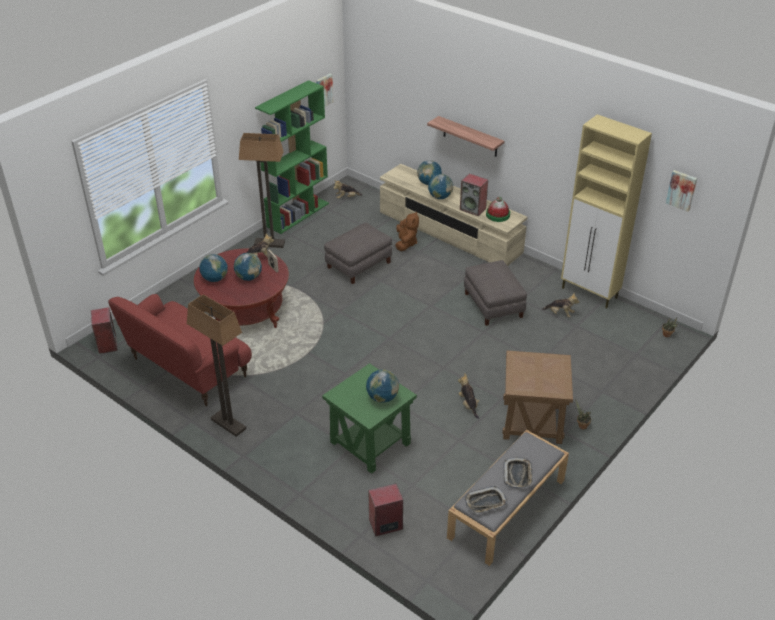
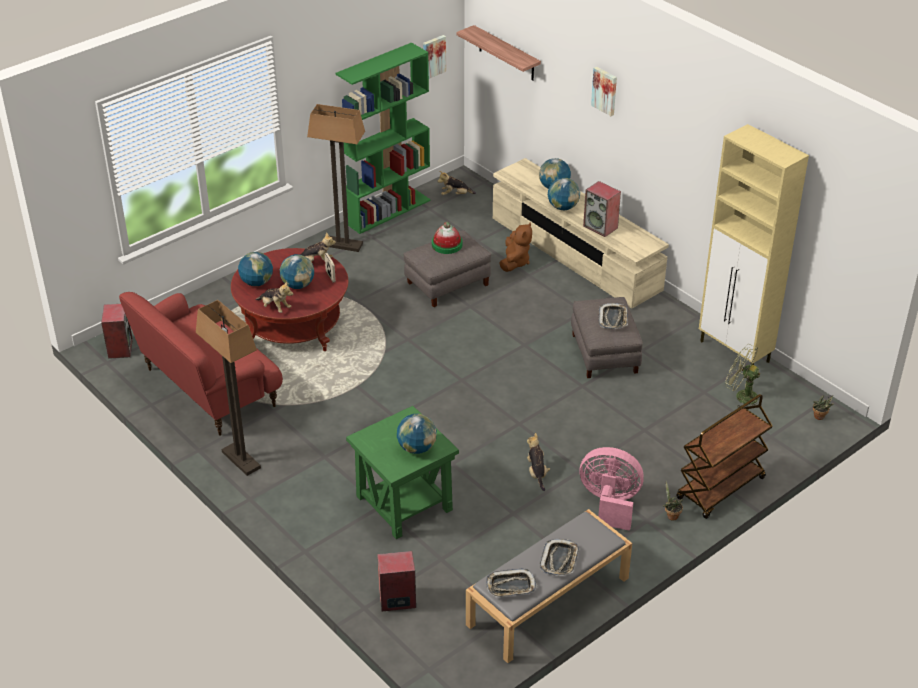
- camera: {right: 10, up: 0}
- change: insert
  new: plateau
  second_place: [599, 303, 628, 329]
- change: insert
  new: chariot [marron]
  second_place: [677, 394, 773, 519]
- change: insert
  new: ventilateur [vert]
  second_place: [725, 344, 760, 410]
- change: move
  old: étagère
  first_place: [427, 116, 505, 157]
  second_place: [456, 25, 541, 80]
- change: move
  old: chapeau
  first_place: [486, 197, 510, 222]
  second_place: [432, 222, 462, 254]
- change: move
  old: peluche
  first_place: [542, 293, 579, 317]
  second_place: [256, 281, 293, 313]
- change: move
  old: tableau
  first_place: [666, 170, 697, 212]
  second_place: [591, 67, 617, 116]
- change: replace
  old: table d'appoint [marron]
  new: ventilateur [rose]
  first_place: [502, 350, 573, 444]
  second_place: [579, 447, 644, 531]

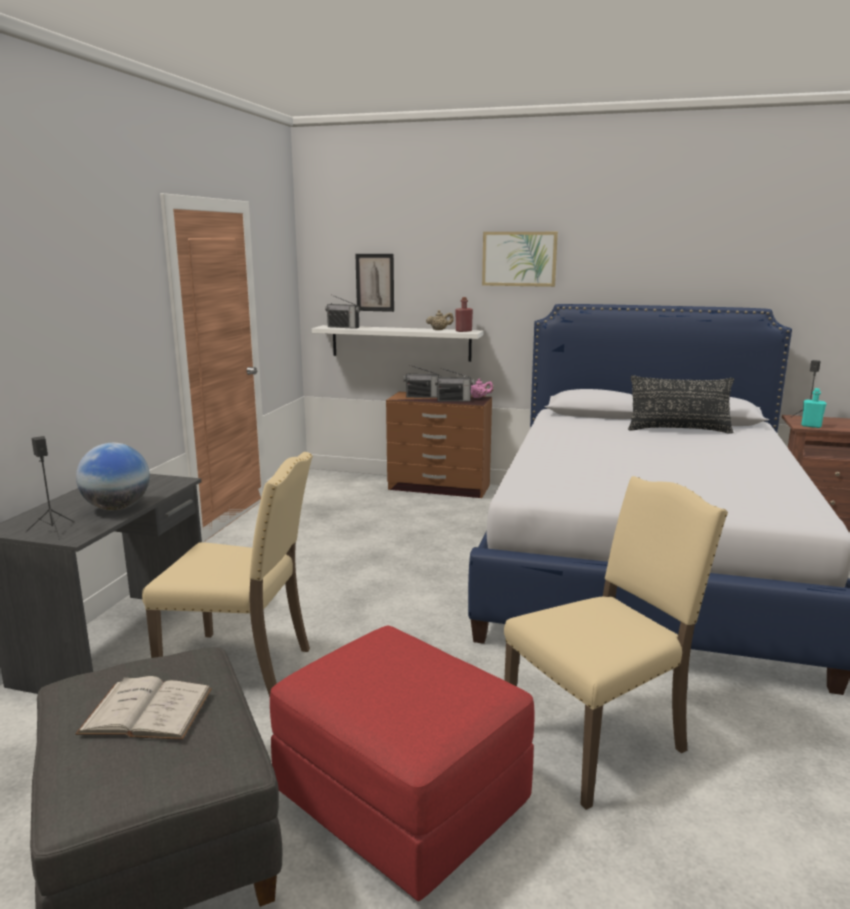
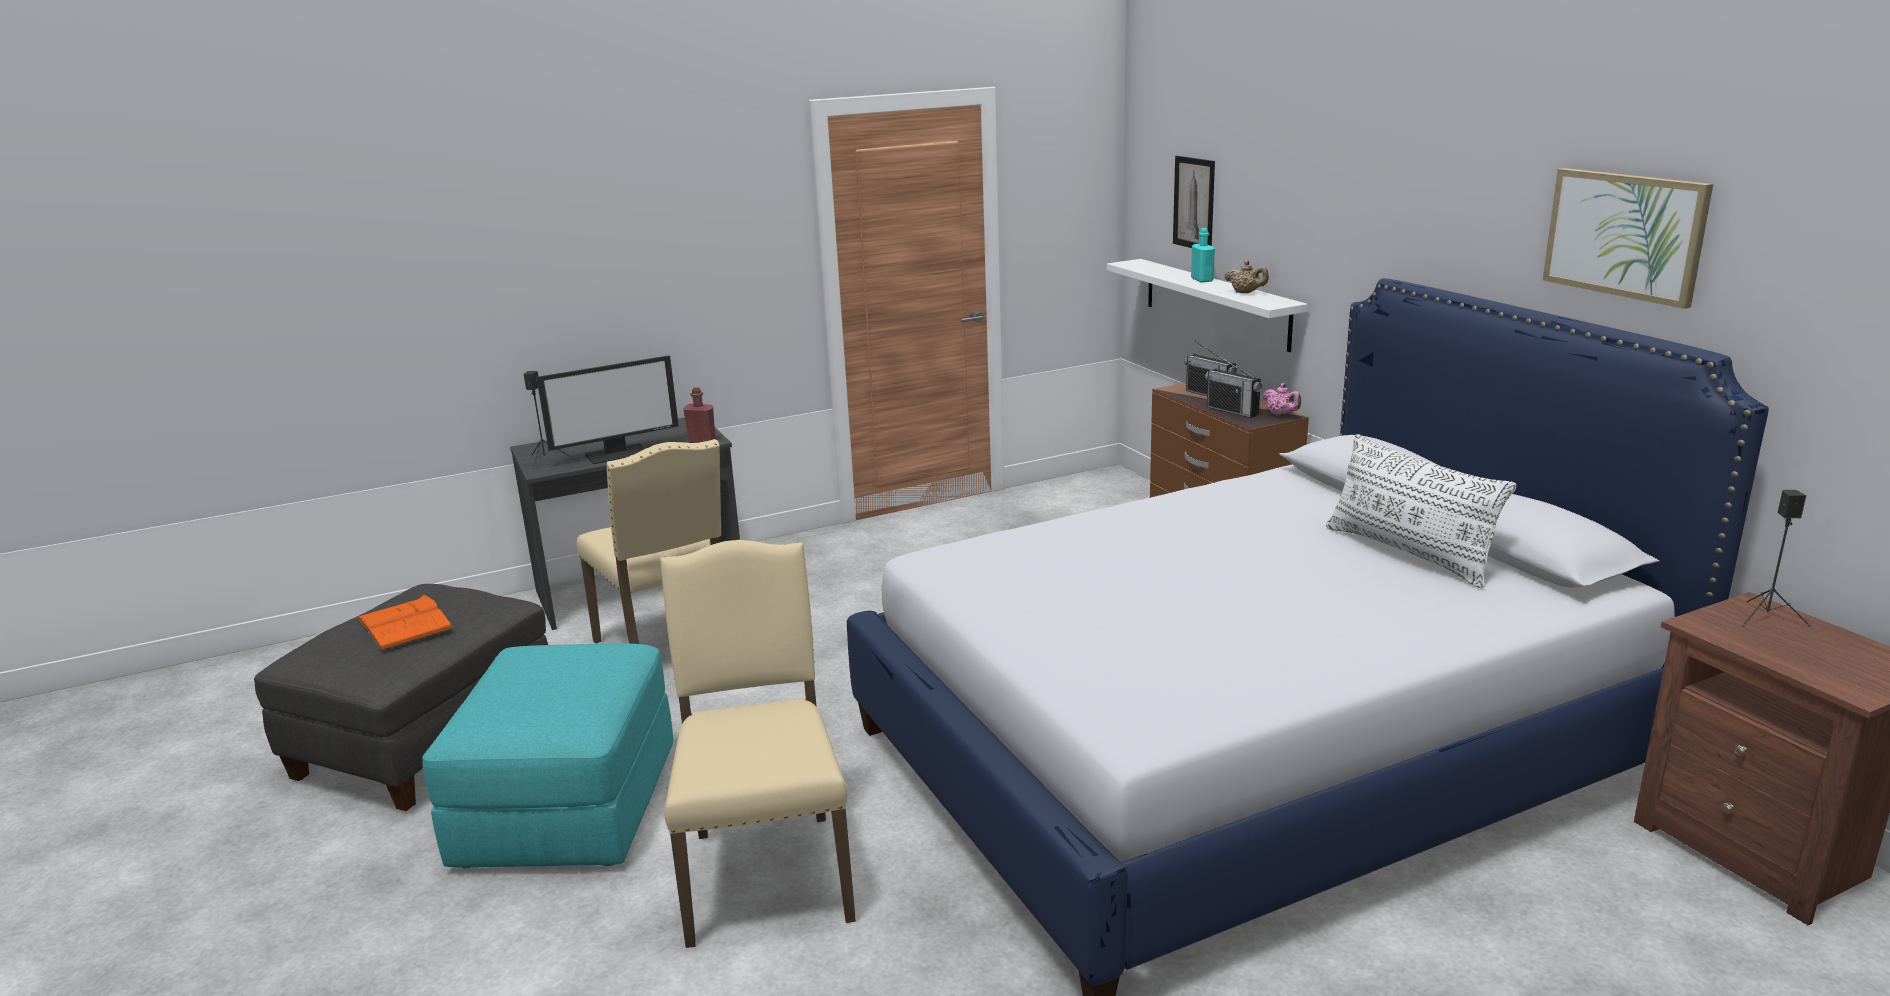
- camera: {right: 50, up: 5}
- change: delete
  old: radio
  first_place: [325, 295, 360, 329]
- change: move
  old: bouteille [rouge]
  first_place: [455, 297, 473, 332]
  second_place: [683, 387, 716, 443]
- change: move
  old: tableau
  first_place: [482, 232, 558, 287]
  second_place: [1543, 168, 1713, 309]
- change: move
  old: bouteille [turquoise]
  first_place: [801, 388, 826, 428]
  second_place: [1191, 228, 1215, 283]
- change: replace
  old: globe
  new: écran d'ordinateur
  first_place: [76, 443, 150, 510]
  second_place: [536, 355, 679, 464]
- change: recolor
  old: livre [blanc]
  new: livre [orange]
  first_place: [75, 676, 212, 740]
  second_place: [357, 594, 454, 651]
- change: recolor
  old: pouf [rouge]
  new: pouf [turquoise]
  first_place: [270, 626, 534, 902]
  second_place: [422, 644, 673, 868]
- change: recolor
  old: coussin [noir]
  new: coussin [blanc]
  first_place: [628, 375, 734, 434]
  second_place: [1326, 434, 1517, 588]
- change: rotate
  old: chaise [beige]
  first_place: [504, 476, 728, 810]
  second_place: [660, 540, 856, 948]
  degrees: -120

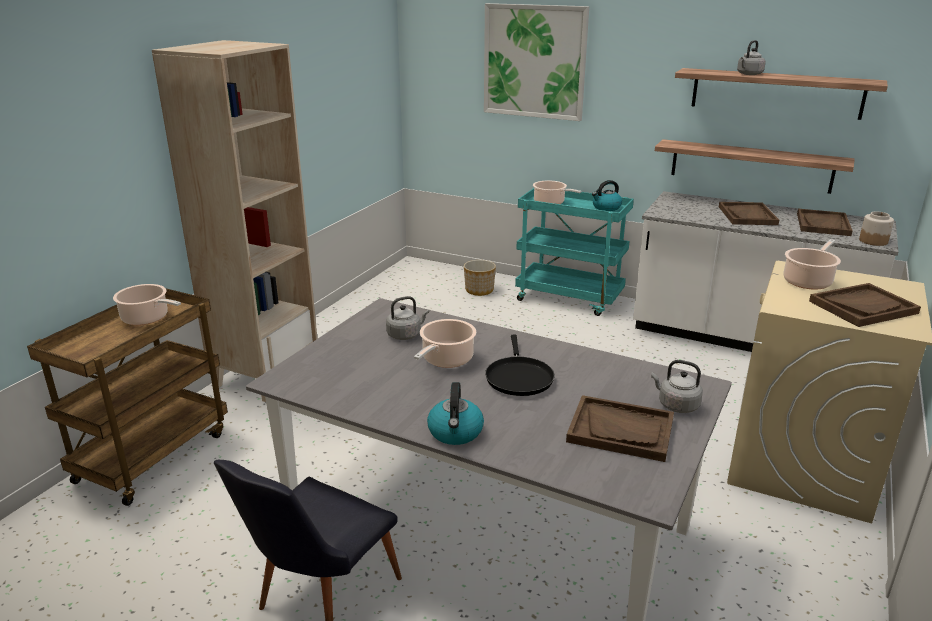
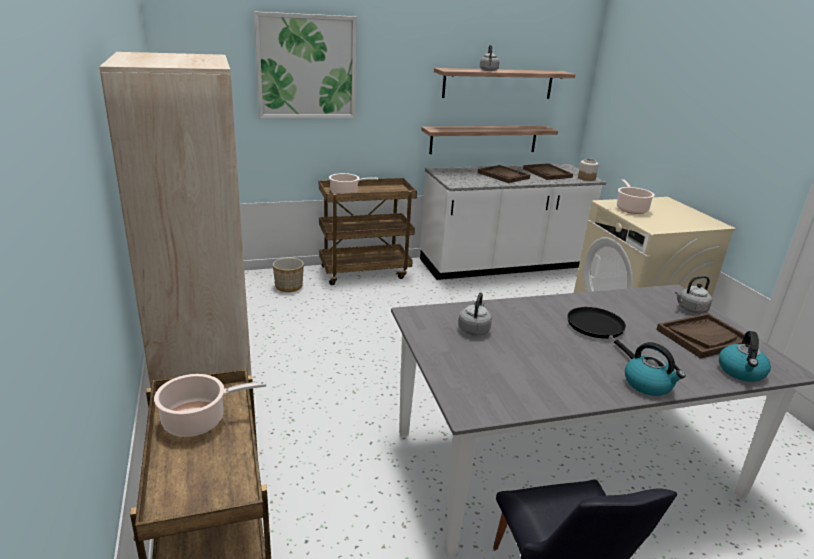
- camera: {right: -45, up: 0}
- change: delete
  old: marmite
  first_place: [414, 319, 476, 368]
- change: delete
  old: plateau [marron]
  first_place: [809, 283, 921, 327]
- change: move
  old: bouilloire
  first_place: [592, 180, 622, 211]
  second_place: [719, 331, 771, 382]
- change: recolor
  old: chariot [turquoise]
  new: chariot [marron]
  first_place: [515, 188, 634, 316]
  second_place: [319, 178, 417, 285]
- change: rotate
  old: poêle [noir]
  first_place: [485, 335, 555, 396]
  second_place: [567, 307, 635, 359]
  degrees: -150

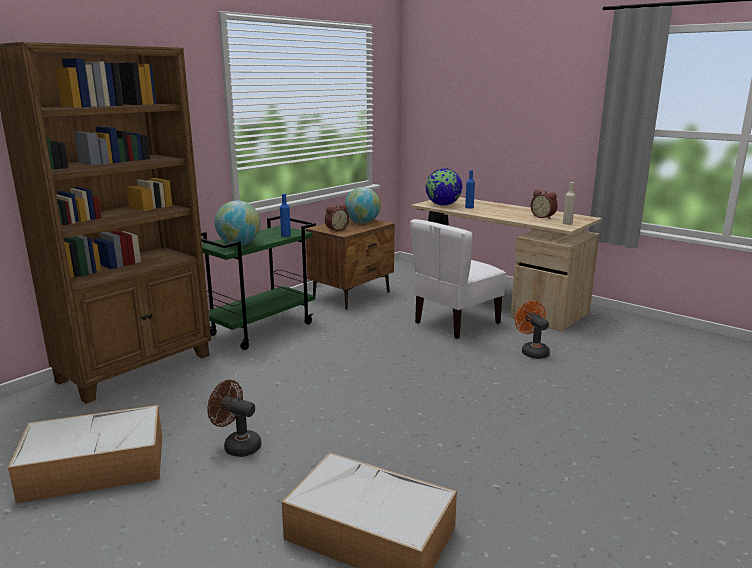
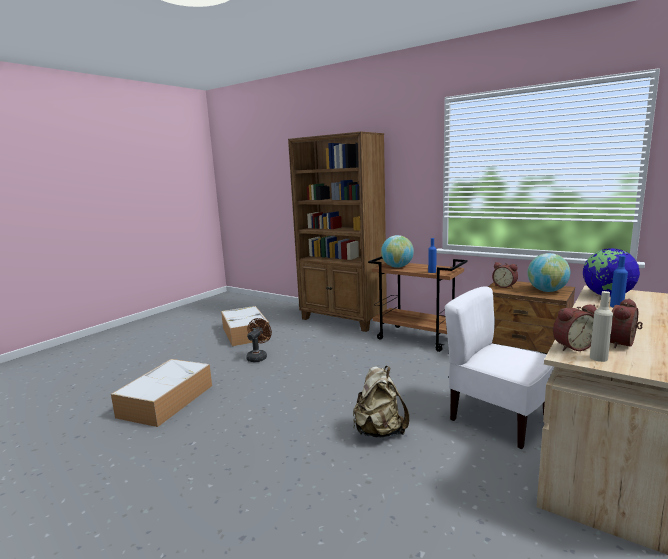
- camera: {right: 85, up: -5}
- change: delete
  old: ventilateur [orange]
  first_place: [515, 301, 550, 359]
- change: insert
  new: sac à dos [beige]
  second_place: [353, 366, 409, 437]
- change: insert
  new: réveil
  second_place: [553, 305, 597, 351]
- change: recolor
  old: chariot [vert]
  new: chariot [marron]
  first_place: [201, 216, 316, 350]
  second_place: [368, 256, 468, 352]

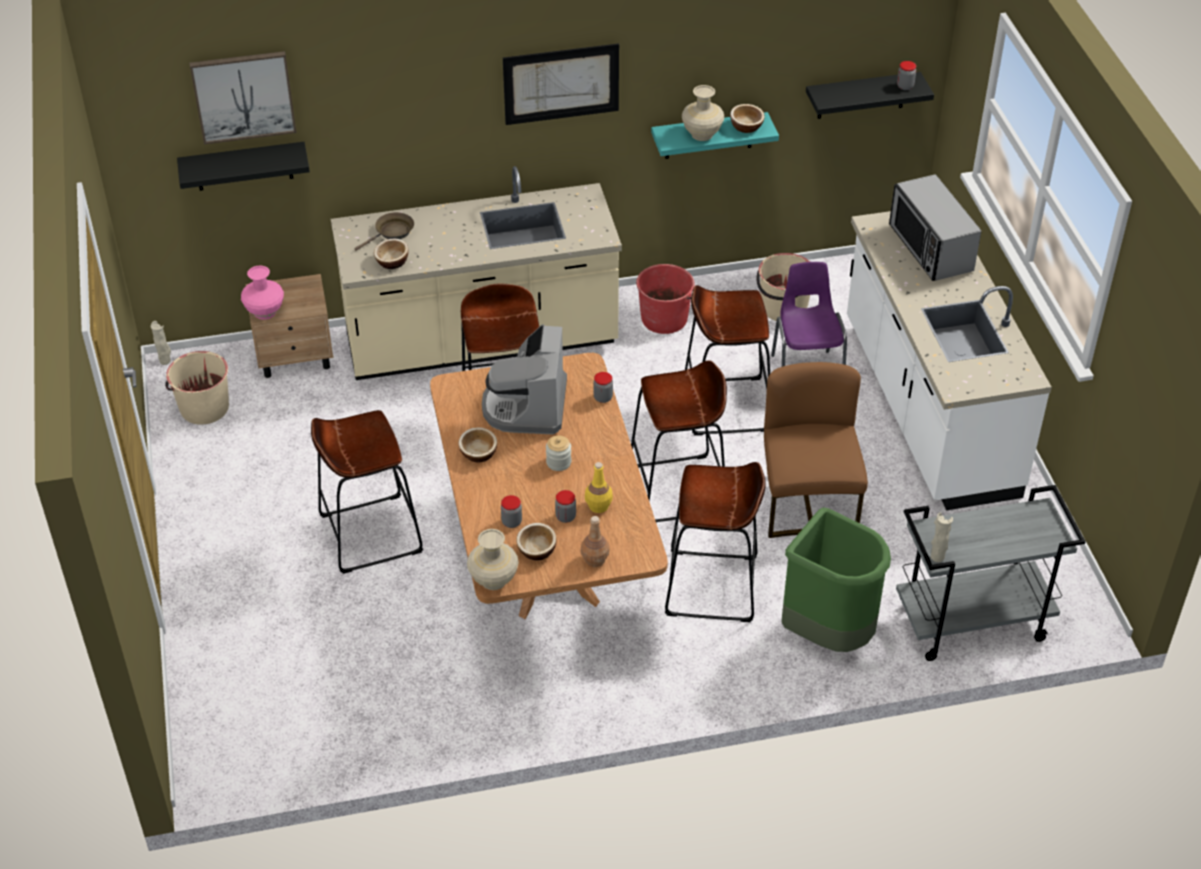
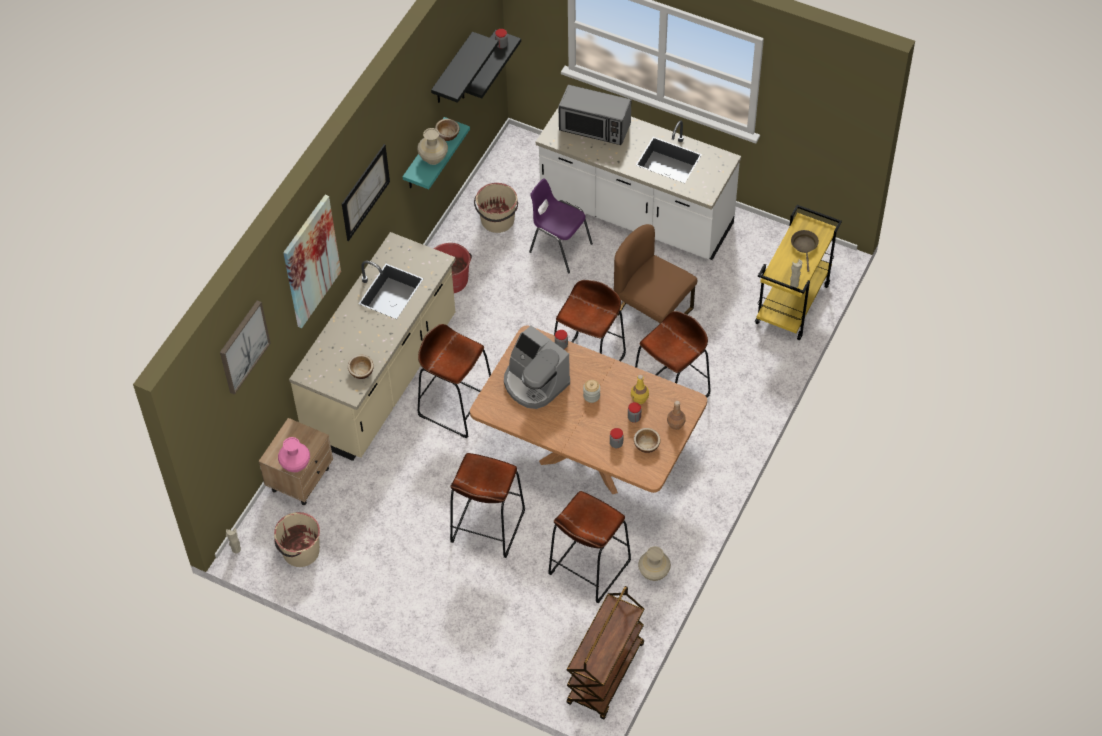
- camera: {right: -50, up: 10}
- change: delete
  old: bol
  first_place: [459, 427, 497, 463]
- change: delete
  old: poubelle [vert]
  first_place: [781, 508, 891, 652]
- change: insert
  new: tableau
  second_place: [283, 195, 341, 328]
- change: insert
  new: chariot [marron]
  second_place: [567, 586, 644, 720]
- change: move
  old: étagère [noir]
  first_place: [177, 142, 310, 191]
  second_place: [431, 32, 499, 103]
- change: move
  old: poêle [marron]
  first_place: [354, 212, 414, 251]
  second_place: [791, 230, 819, 272]
- change: move
  old: vase [beige]
  first_place: [467, 529, 519, 590]
  second_place: [638, 546, 671, 581]
- change: move
  old: tabouret [marron]
  first_place: [685, 285, 770, 435]
  second_place: [548, 491, 631, 603]
- change: recolor
  old: chariot [gris]
  new: chariot [jaune]
  first_place: [896, 485, 1086, 661]
  second_place: [755, 205, 842, 340]

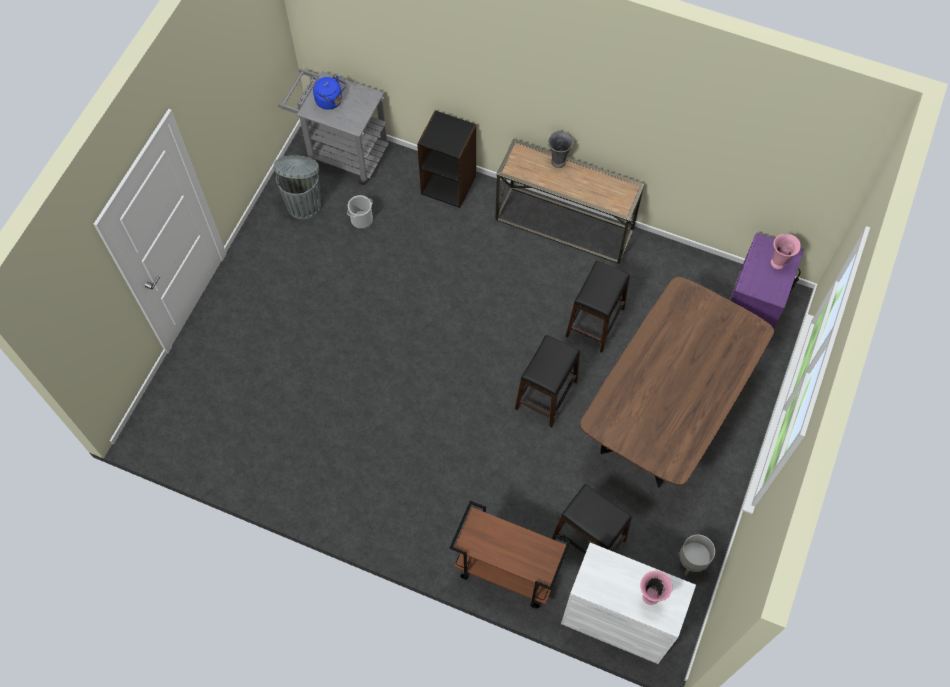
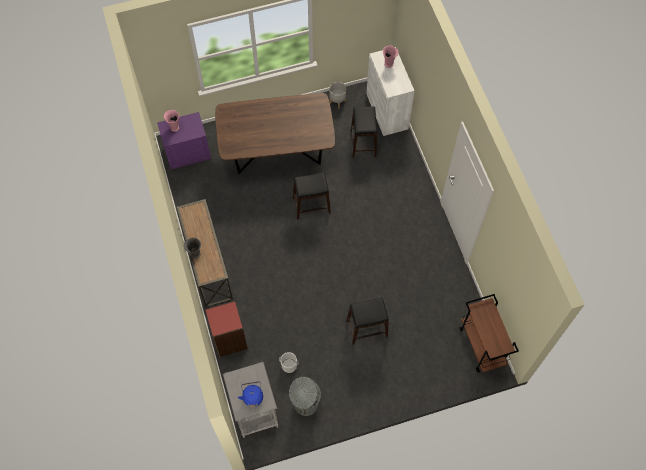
- camera: {right: -130, up: 0}
- change: move
  old: chariot [marron]
  first_place: [450, 501, 571, 609]
  second_place: [460, 294, 519, 373]
- change: move
  old: tabouret [noir]
  first_place: [566, 261, 630, 353]
  second_place: [346, 298, 389, 345]
- change: recolor
  old: bibliothèque [noir]
  new: bibliothèque [rouge]
  first_place: [417, 110, 476, 208]
  second_place: [205, 301, 248, 357]

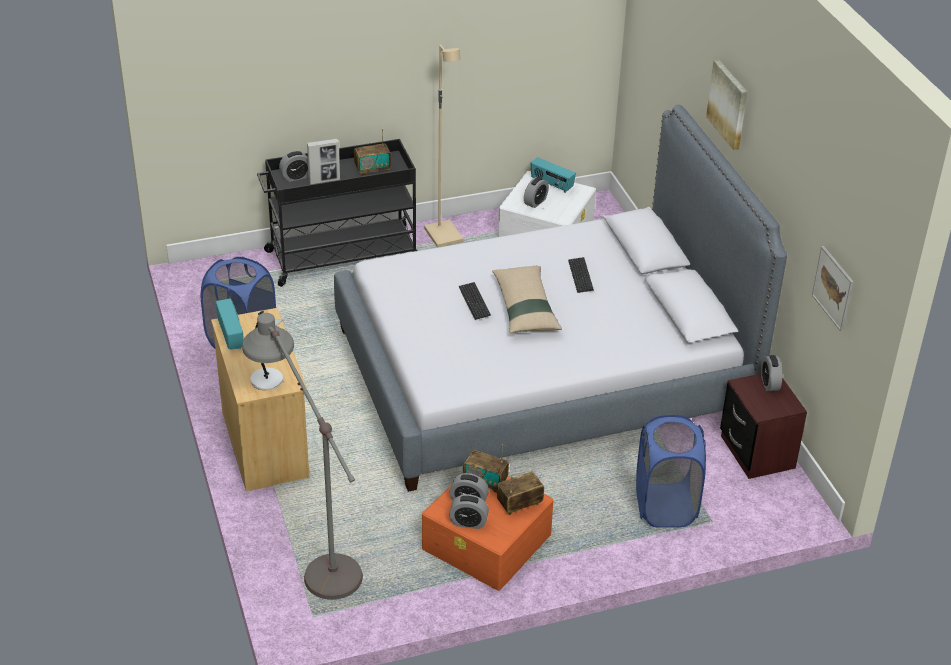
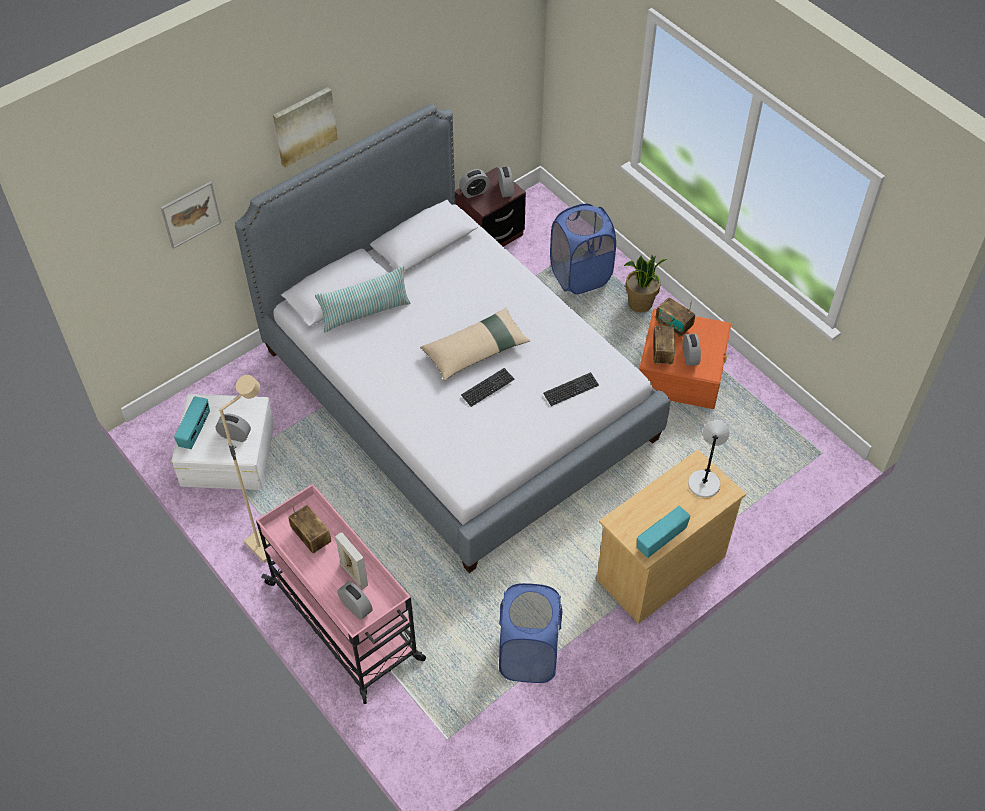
- camera: {right: -110, up: 15}
- change: delete
  old: lampadaire [gris]
  first_place: [242, 313, 363, 600]
- change: insert
  new: coussin
  second_place: [315, 266, 411, 332]
- change: insert
  new: plante en pot
  second_place: [624, 254, 667, 313]
- change: move
  old: réveil
  first_place: [449, 494, 489, 529]
  second_place: [498, 167, 514, 197]
- change: move
  old: clavier
  first_place: [568, 257, 594, 293]
  second_place: [543, 372, 599, 406]
- change: move
  old: tableau
  first_place: [812, 246, 854, 332]
  second_place: [160, 181, 221, 249]
- change: recolor
  old: chariot [noir]
  new: chariot [rose]
  first_place: [257, 139, 417, 287]
  second_place: [256, 484, 426, 704]

